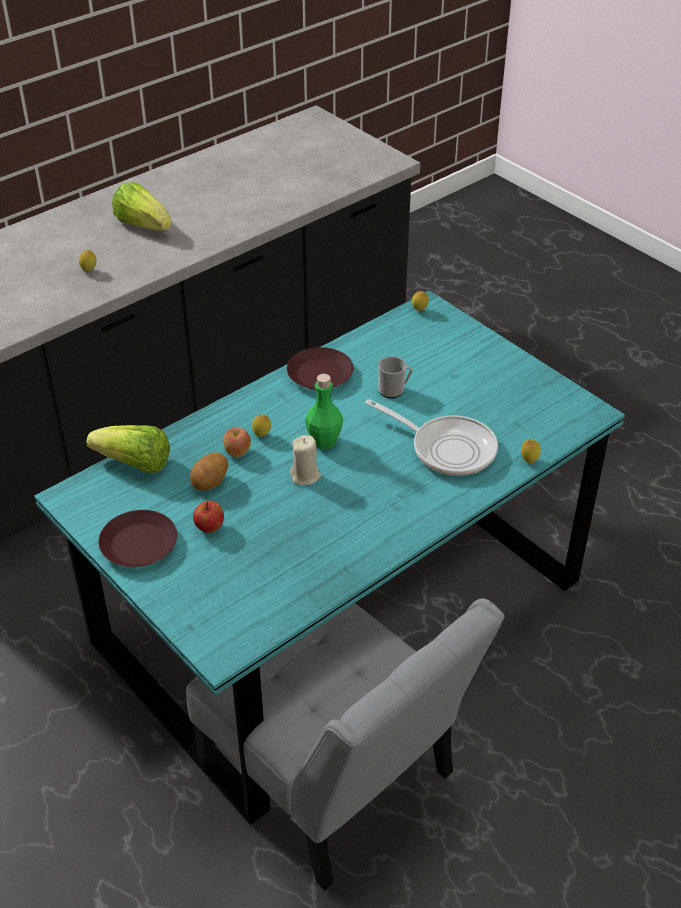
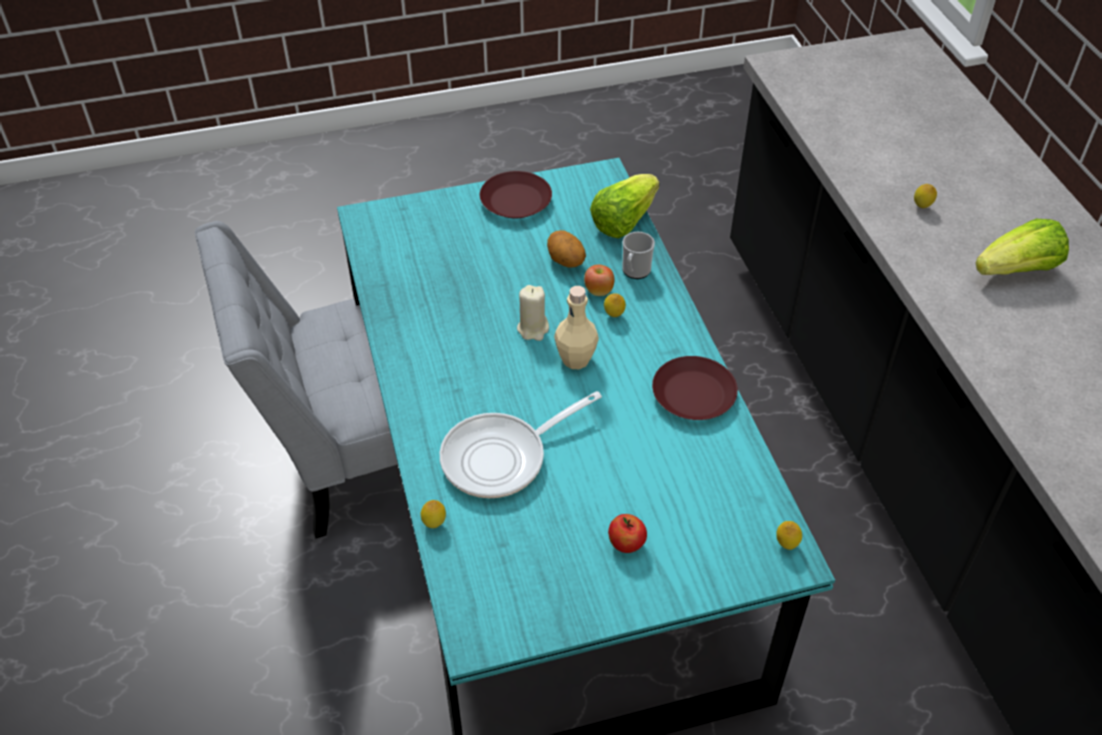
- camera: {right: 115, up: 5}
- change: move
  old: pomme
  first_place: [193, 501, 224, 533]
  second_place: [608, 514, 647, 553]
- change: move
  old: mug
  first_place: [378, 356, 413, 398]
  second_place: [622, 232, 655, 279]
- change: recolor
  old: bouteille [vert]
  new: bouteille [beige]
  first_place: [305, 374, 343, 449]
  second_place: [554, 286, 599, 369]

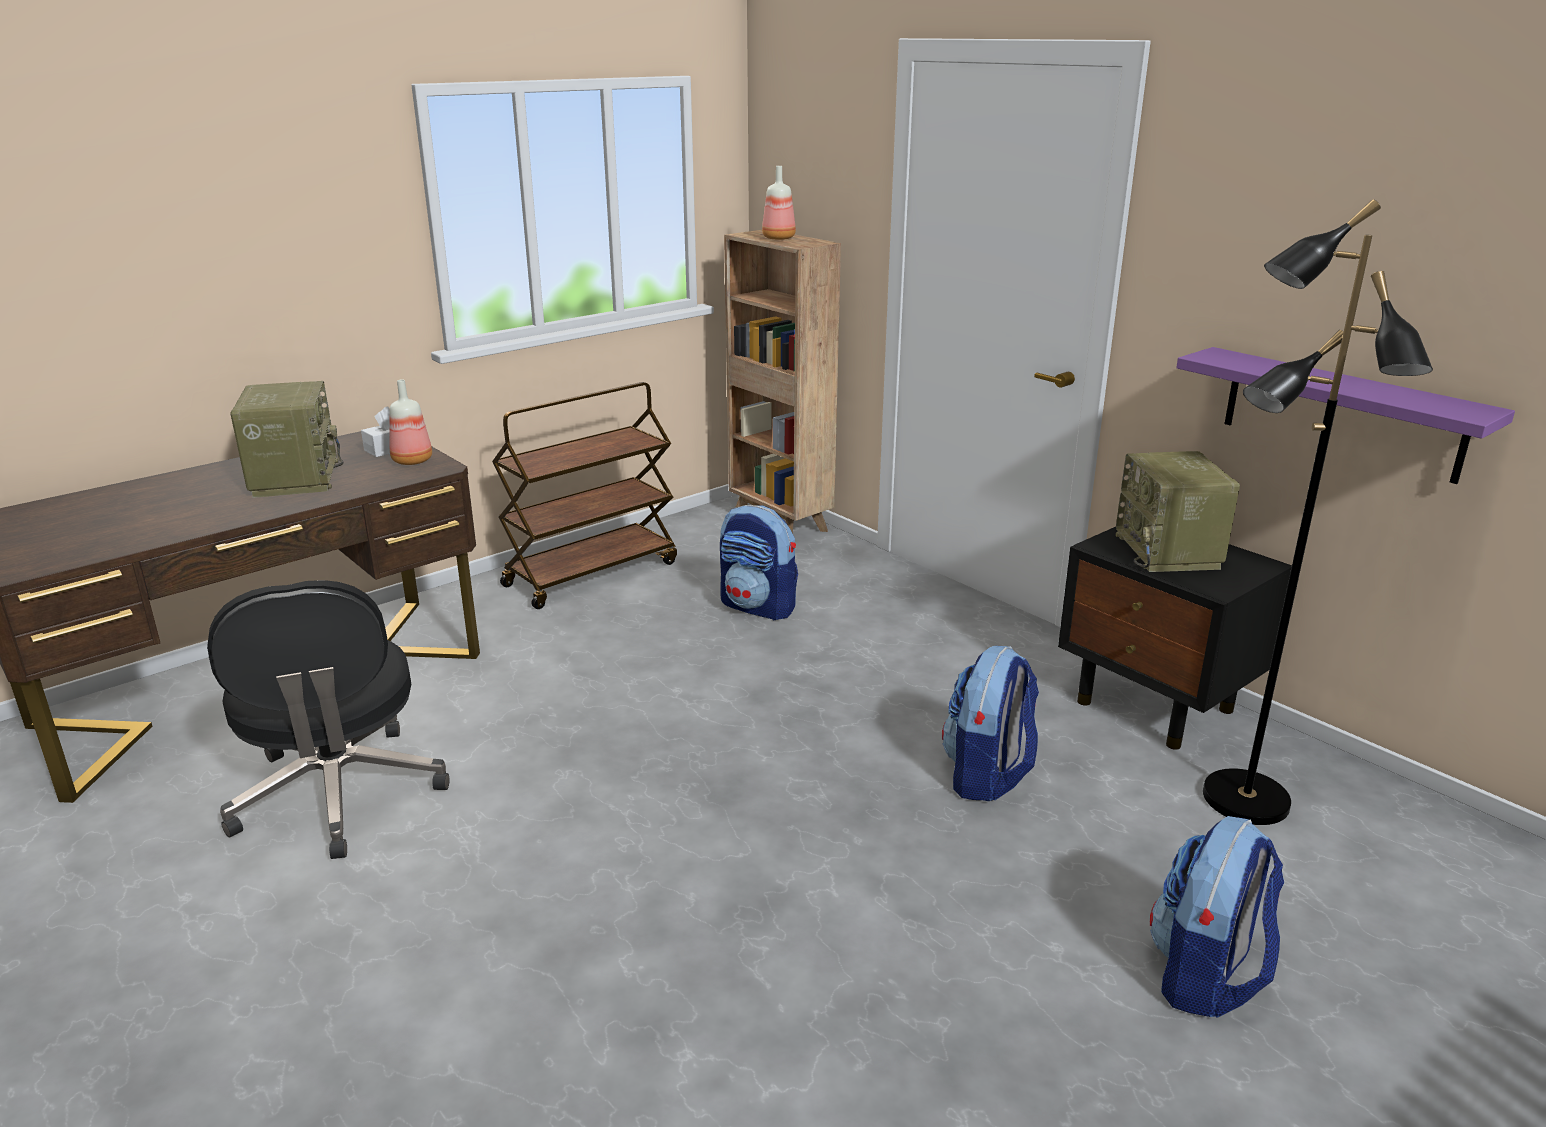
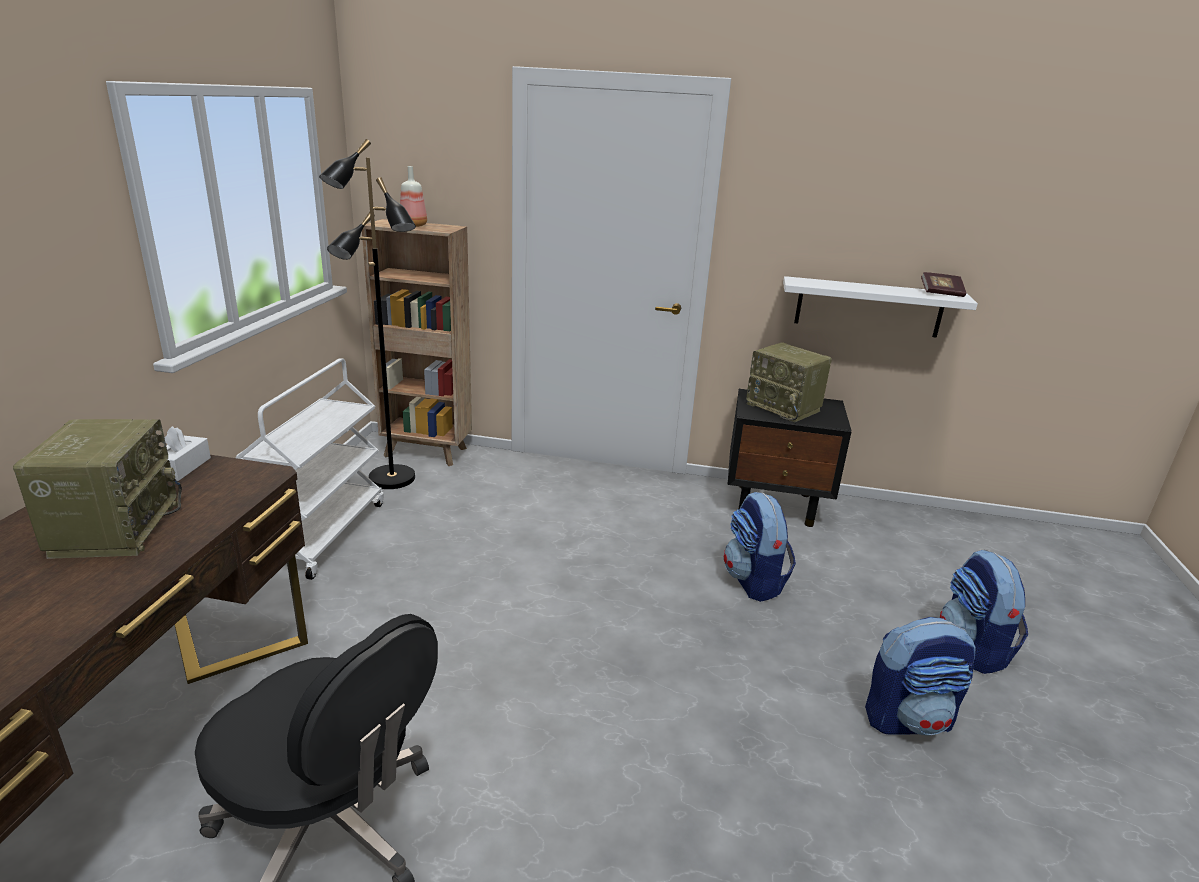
- camera: {right: -40, up: 0}
- change: delete
  old: bouteille
  first_place: [389, 380, 432, 465]
- change: insert
  new: livre
  second_place: [921, 272, 966, 297]
- change: move
  old: sac à dos
  first_place: [720, 505, 798, 621]
  second_place: [865, 617, 976, 736]
- change: move
  old: lampadaire [noir]
  first_place: [1203, 199, 1433, 825]
  second_place: [319, 139, 416, 489]
- change: recolor
  old: chariot [marron]
  new: chariot [blanc]
  first_place: [492, 382, 677, 609]
  second_place: [235, 358, 384, 580]
- change: recolor
  old: étagère [violet]
  new: étagère [blanc]
  first_place: [1176, 347, 1515, 484]
  second_place: [783, 276, 978, 338]
- change: rotate
  old: radio
  first_place: [230, 381, 344, 498]
  second_place: [13, 419, 182, 559]
  degrees: 45

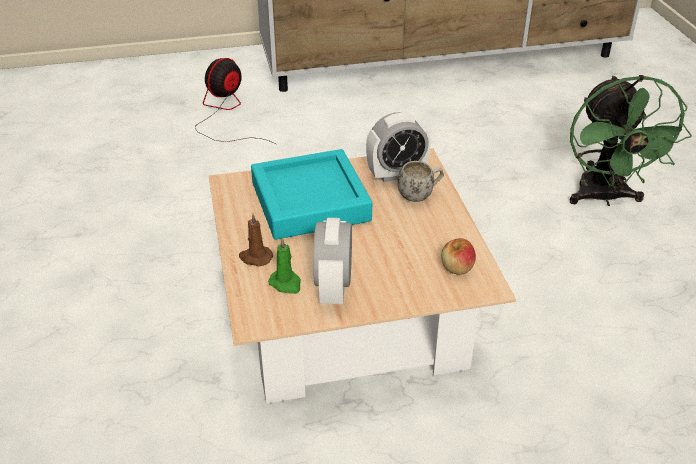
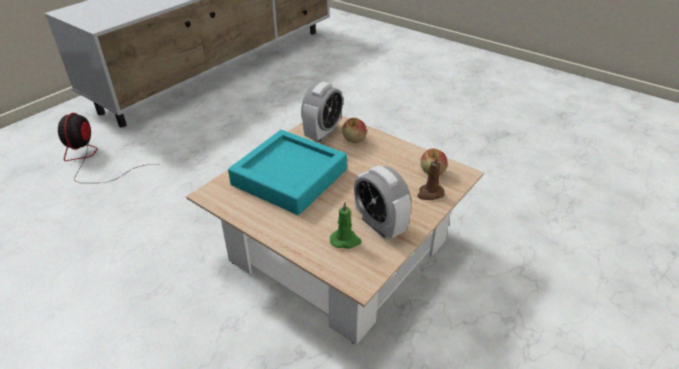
- camera: {right: -40, up: 0}
- change: delete
  old: ventilateur [vert]
  first_place: [570, 75, 692, 206]
- change: move
  old: bougie [marron]
  first_place: [239, 213, 273, 266]
  second_place: [417, 156, 445, 200]
- change: replace
  old: mug [blanc]
  new: pomme
  first_place: [398, 161, 444, 202]
  second_place: [342, 118, 367, 143]

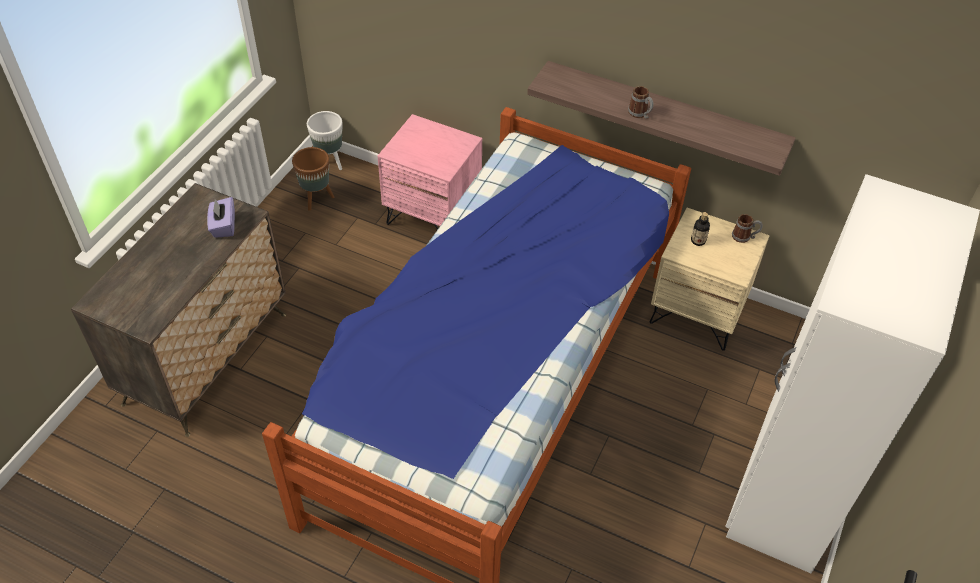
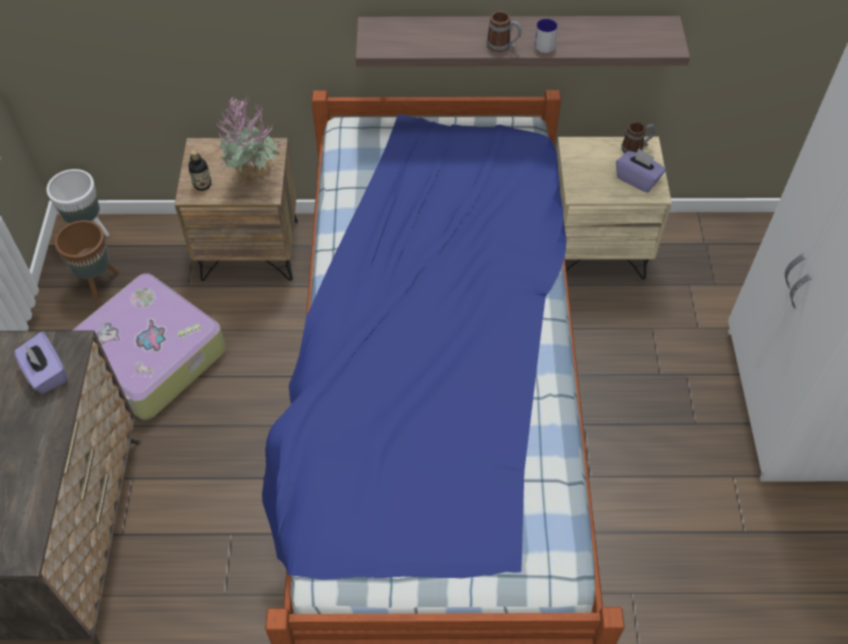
- camera: {right: -25, up: 5}
- change: insert
  new: valise
  second_place: [73, 273, 226, 420]
- change: insert
  new: plante en pot
  second_place: [216, 94, 283, 186]
- change: insert
  new: mug
  second_place: [534, 19, 558, 53]
- change: insert
  new: boîte à mouchoirs [violet]
  second_place: [616, 148, 666, 193]
- change: move
  old: bouteille
  first_place: [691, 212, 710, 246]
  second_place: [188, 150, 211, 191]
- change: recolor
  old: table de chevet [rose]
  new: table de chevet [marron]
  first_place: [378, 114, 482, 229]
  second_place: [174, 138, 298, 281]

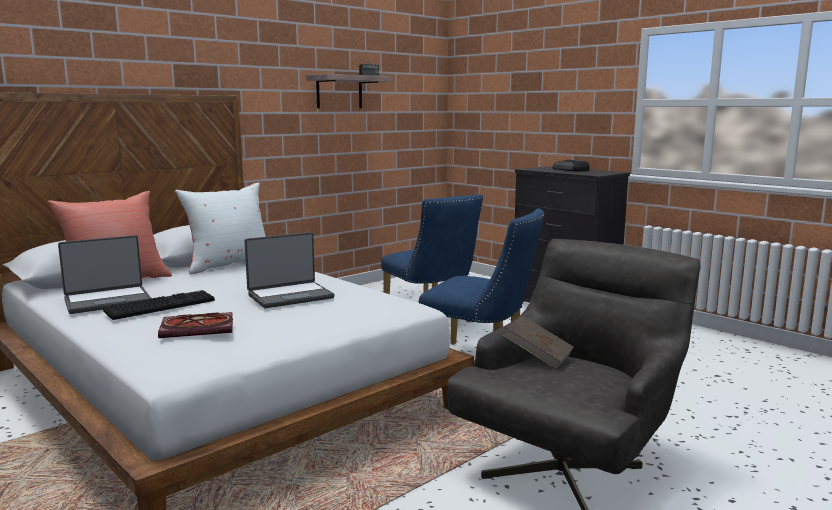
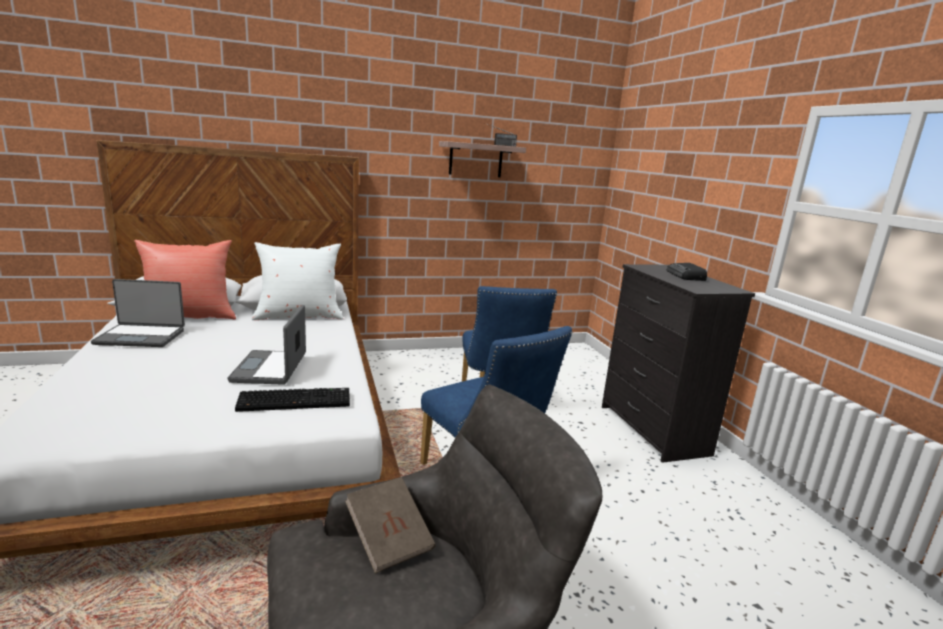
- camera: {right: 25, up: 5}
- change: delete
  old: livre
  first_place: [158, 312, 233, 338]
- change: move
  old: clavier
  first_place: [103, 290, 215, 320]
  second_place: [235, 388, 350, 412]
- change: rotate
  old: ordinateur portable
  first_place: [244, 232, 334, 308]
  second_place: [227, 305, 306, 385]
  degrees: 90

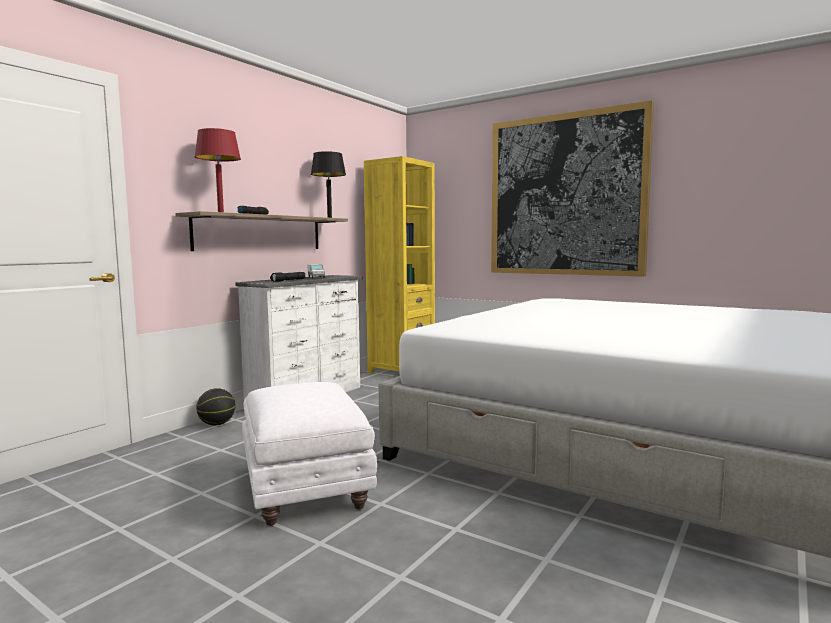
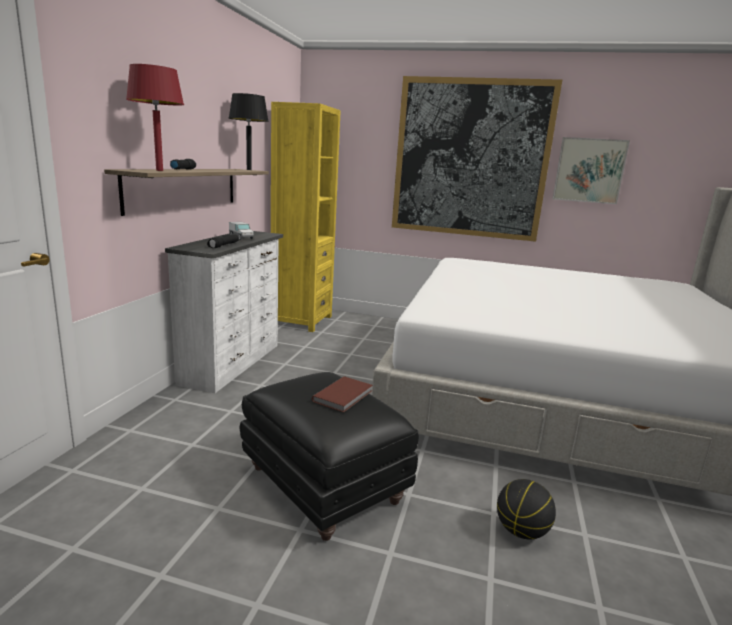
- camera: {right: -20, up: 10}
- change: insert
  new: livre [marron]
  second_place: [312, 376, 373, 412]
- change: insert
  new: tableau
  second_place: [552, 137, 630, 204]
- change: move
  old: ballon de basket
  first_place: [196, 388, 235, 425]
  second_place: [497, 479, 556, 540]
- change: recolor
  old: pouf [blanc]
  new: pouf [noir]
  first_place: [242, 382, 377, 526]
  second_place: [240, 372, 419, 541]

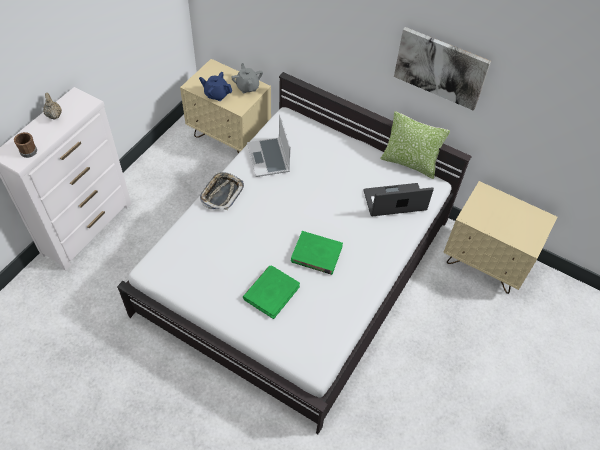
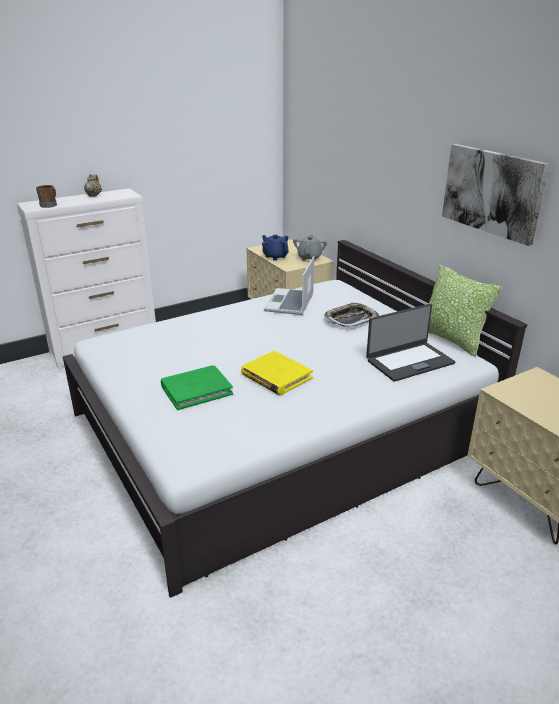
- camera: {right: 30, up: -25}
- change: move
  old: plateau
  first_place: [200, 172, 244, 210]
  second_place: [324, 302, 379, 328]
- change: recolor
  old: livre [vert]
  new: livre [jaune]
  first_place: [291, 231, 343, 275]
  second_place: [241, 351, 313, 395]
- change: rotate
  old: ordinateur portable
  first_place: [363, 183, 434, 216]
  second_place: [366, 304, 455, 382]
  degrees: 135

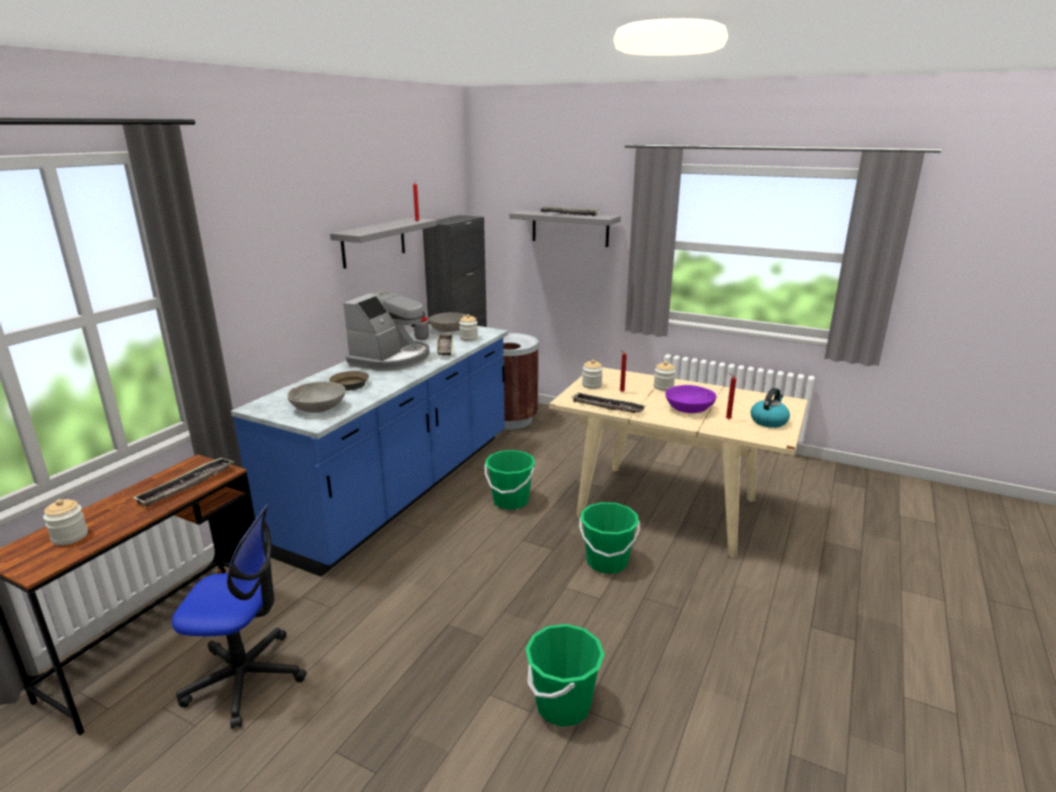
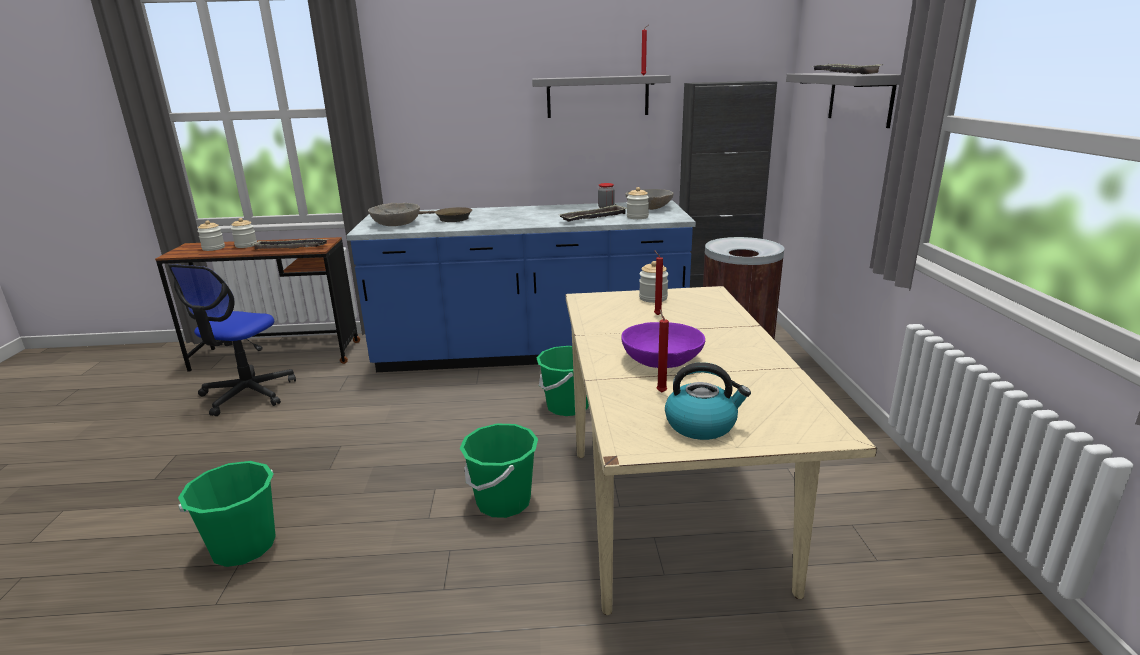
- camera: {right: 60, up: 0}
- change: delete
  old: machine à café
  first_place: [343, 289, 430, 371]
- change: delete
  old: plateau
  first_place: [572, 392, 646, 413]
- change: move
  old: bocal
  first_place: [654, 361, 676, 391]
  second_place: [231, 218, 257, 248]
- change: rotate
  old: chaise de bureau
  first_place: [172, 504, 307, 729]
  second_place: [167, 264, 296, 416]
  degrees: 45

